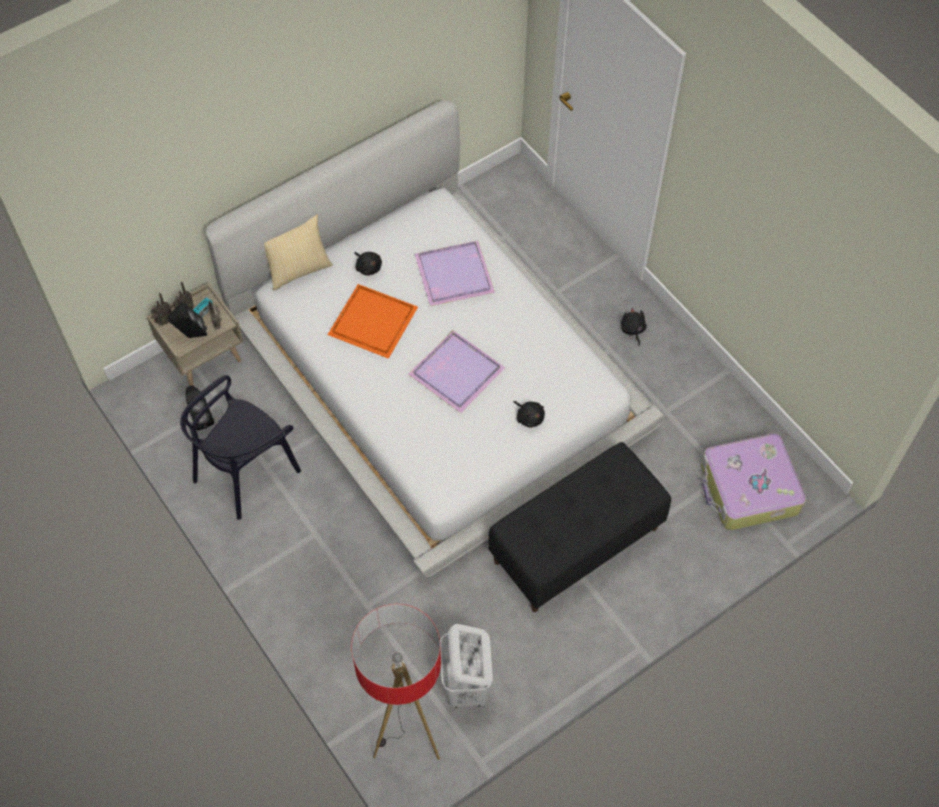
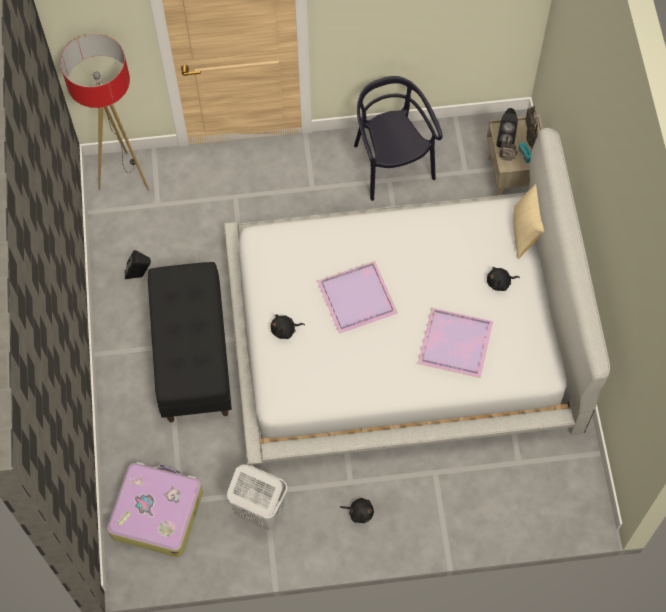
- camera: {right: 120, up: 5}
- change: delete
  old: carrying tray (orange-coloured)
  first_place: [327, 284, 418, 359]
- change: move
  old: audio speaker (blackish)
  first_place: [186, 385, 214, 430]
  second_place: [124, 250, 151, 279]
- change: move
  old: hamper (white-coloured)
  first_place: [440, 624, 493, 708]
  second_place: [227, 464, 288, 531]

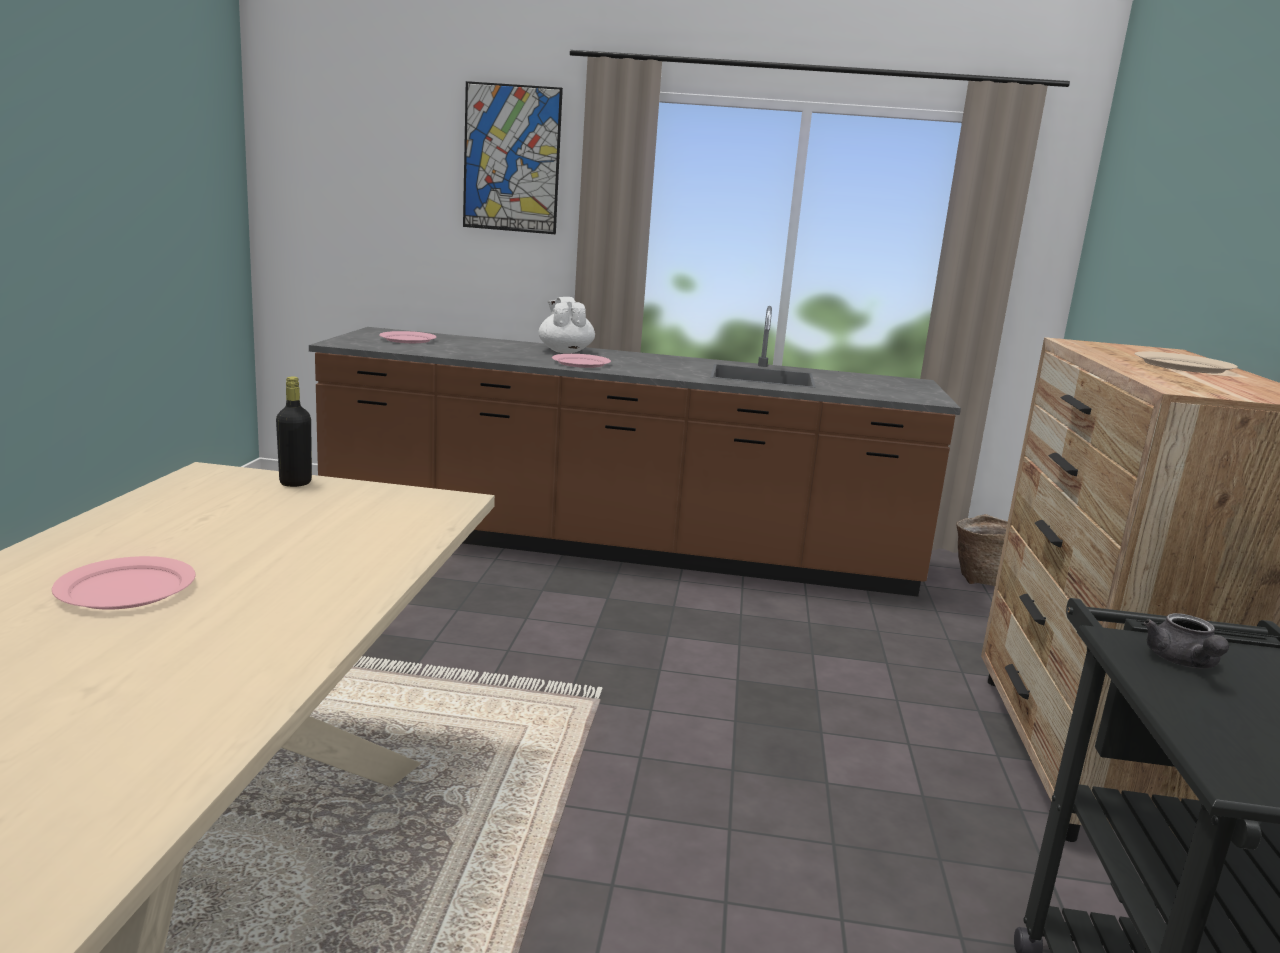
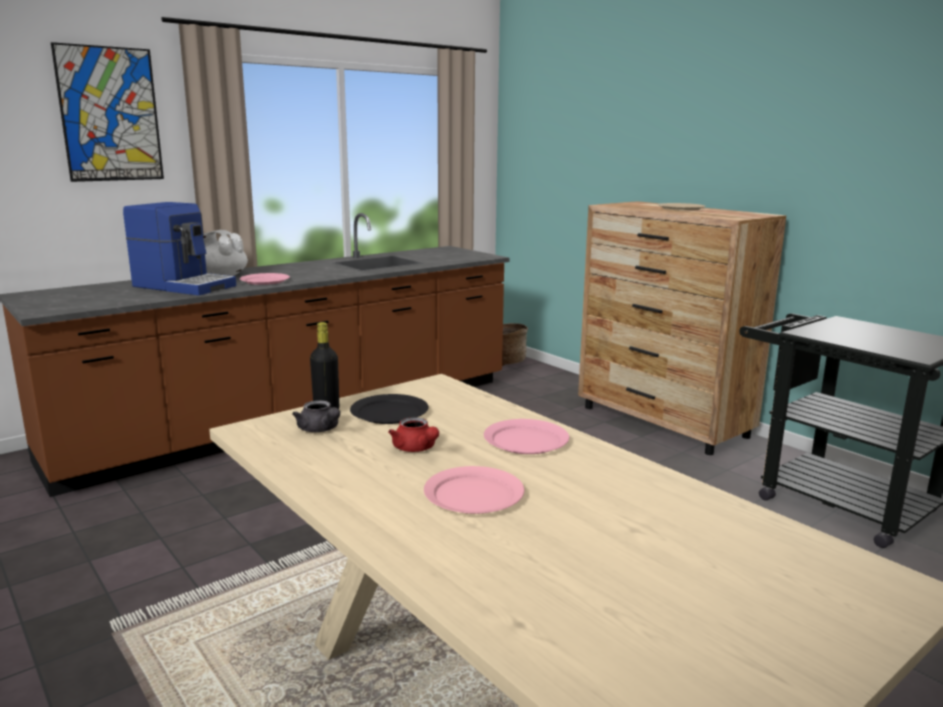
- camera: {right: -45, up: 0}
- change: move
  old: flat dish (pink)
  first_place: [379, 331, 436, 343]
  second_place: [484, 419, 569, 454]
- change: move
  old: pot for tea (gray)
  first_place: [1144, 613, 1229, 668]
  second_place: [292, 400, 340, 432]
- change: insert
  new: coffee brewer
  second_place: [123, 202, 236, 295]
- change: insert
  new: flat dish (blackish)
  second_place: [350, 394, 429, 424]
- change: insert
  new: pot for tea (red-coloured)
  second_place: [388, 417, 439, 452]

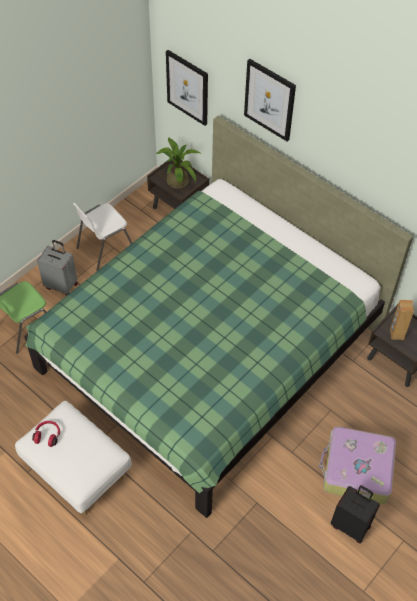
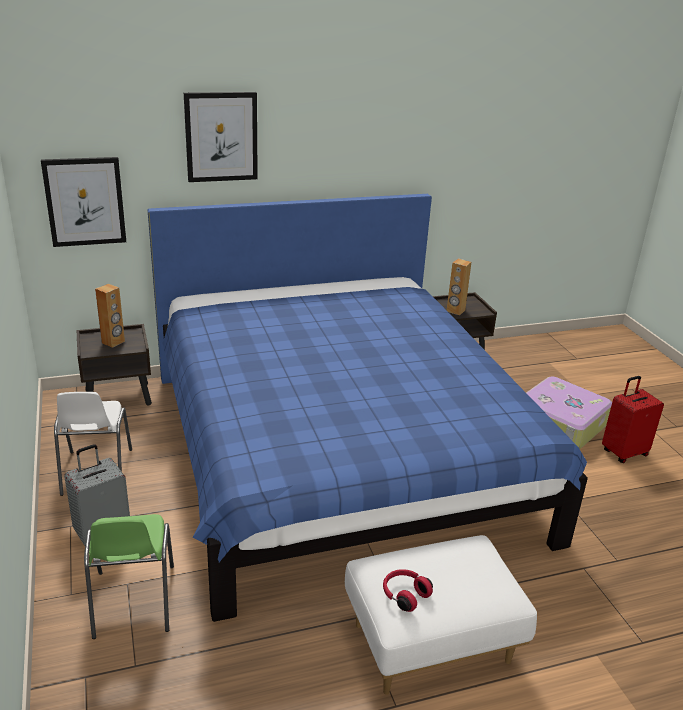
- camera: {right: -60, up: -25}
- change: recolor
  old: bed (greenish)
  new: bed (blue)
  first_place: [24, 115, 413, 518]
  second_place: [148, 194, 588, 622]
- change: replace
  old: plant in a pot
  new: audio speaker (brown)
  first_place: [156, 138, 200, 189]
  second_place: [95, 284, 125, 348]
- change: recolor
  old: suitcase (blackish)
  new: suitcase (red-coloured)
  first_place: [331, 485, 380, 544]
  second_place: [602, 376, 664, 463]

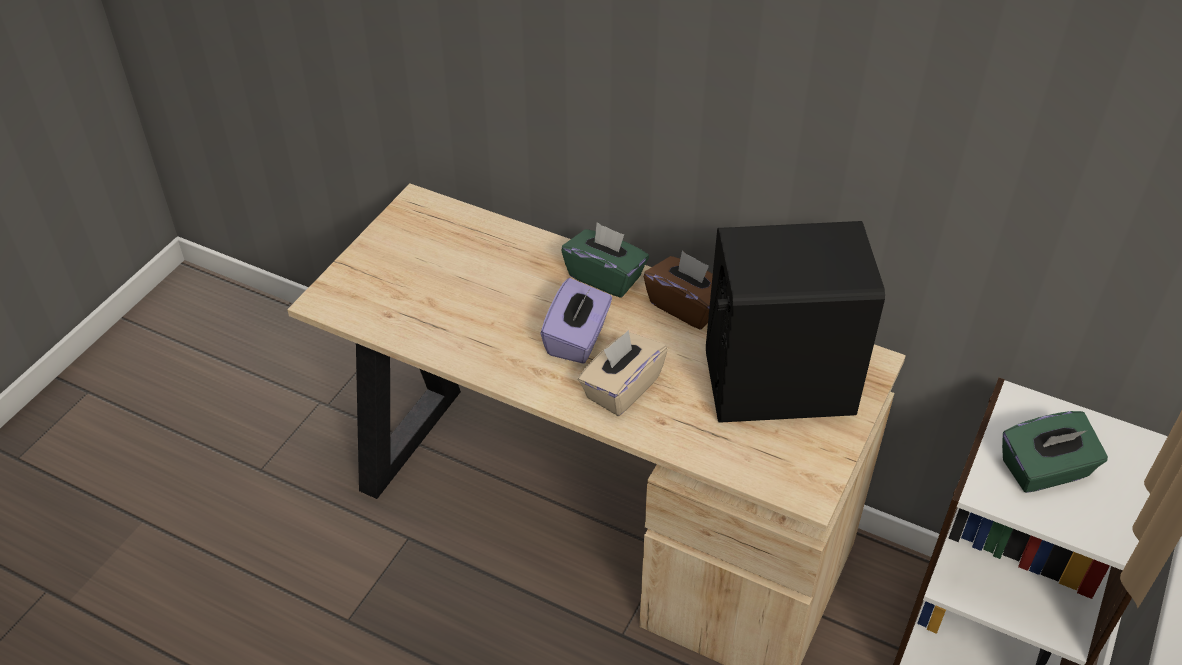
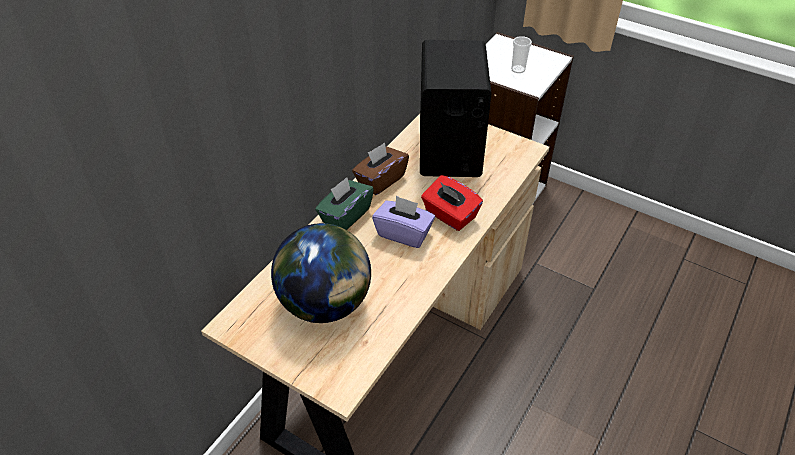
- camera: {right: -85, up: 0}
- change: recolor
  old: box of tissues (beige-coloured)
  new: box of tissues (red-coloured)
  first_place: [578, 330, 668, 416]
  second_place: [421, 175, 483, 231]
- change: replace
  old: box of tissues (greenish)
  new: drinking cup
  first_place: [1002, 411, 1108, 493]
  second_place: [511, 36, 532, 73]
- change: insert
  new: globe
  second_place: [271, 223, 371, 323]

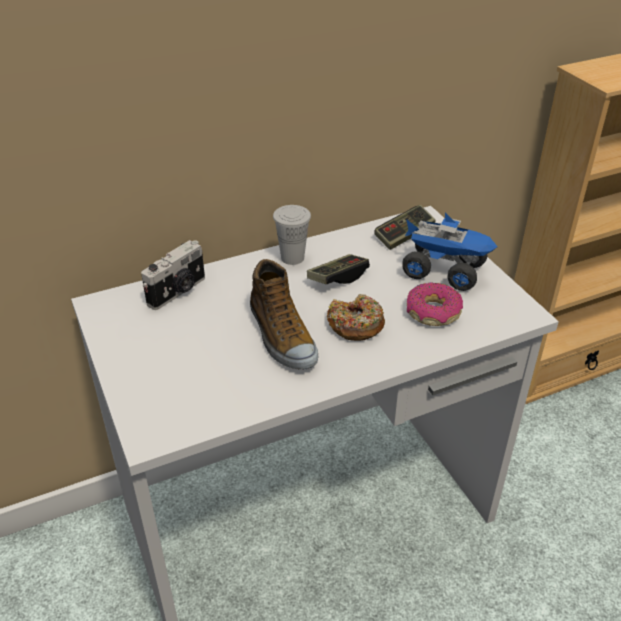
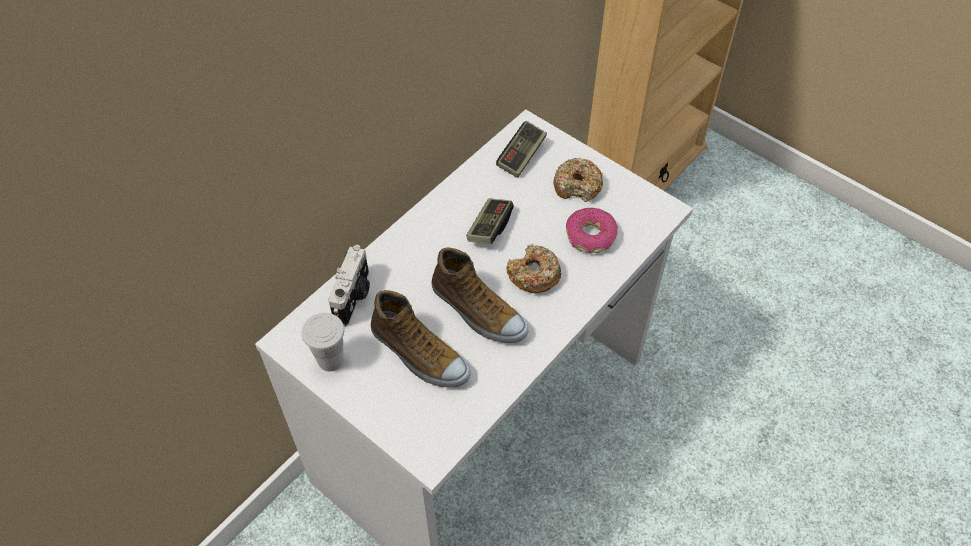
- camera: {right: -25, up: 15}
- change: move
  old: drinking cup (white-coloured)
  first_place: [273, 205, 311, 265]
  second_place: [302, 313, 344, 371]
- change: replace
  old: model truck
  new: donut
  first_place: [402, 213, 498, 291]
  second_place: [553, 158, 603, 202]
- change: insert
  new: shoe
  second_place: [371, 290, 471, 387]

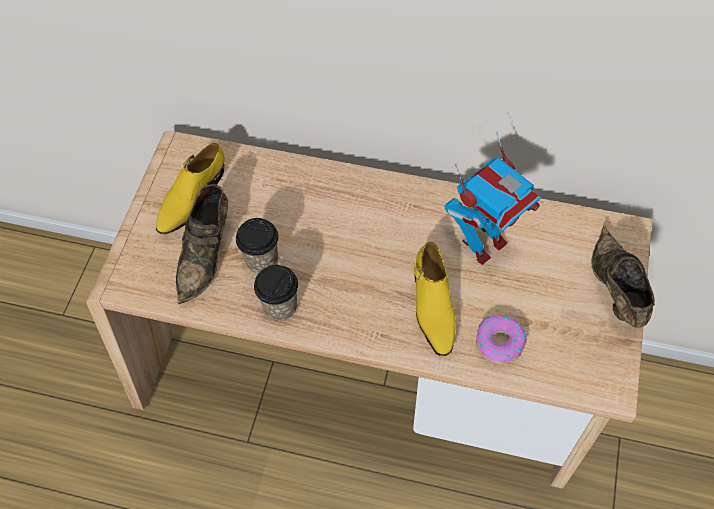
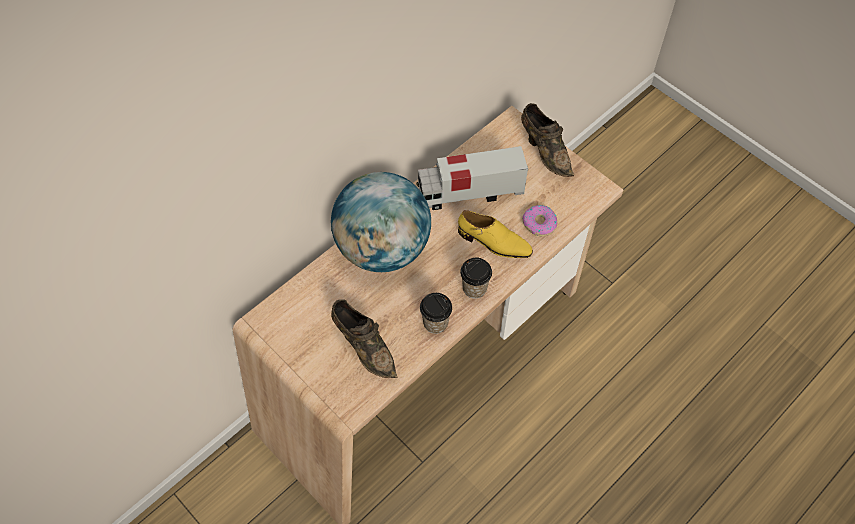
- camera: {right: -60, up: 0}
- change: replace
  old: robot figure
  new: model truck
  first_place: [445, 132, 541, 265]
  second_place: [416, 146, 528, 210]
- change: delete
  old: shoe (yellow-coloured)
  first_place: [156, 143, 225, 235]
- change: move
  old: drinking cup
  first_place: [236, 218, 278, 273]
  second_place: [460, 257, 492, 298]
- change: rotate
  old: shoe (brown)
  first_place: [592, 226, 655, 328]
  second_place: [521, 103, 574, 177]
  degrees: -150
- change: insert
  new: globe
  second_place: [331, 172, 431, 272]

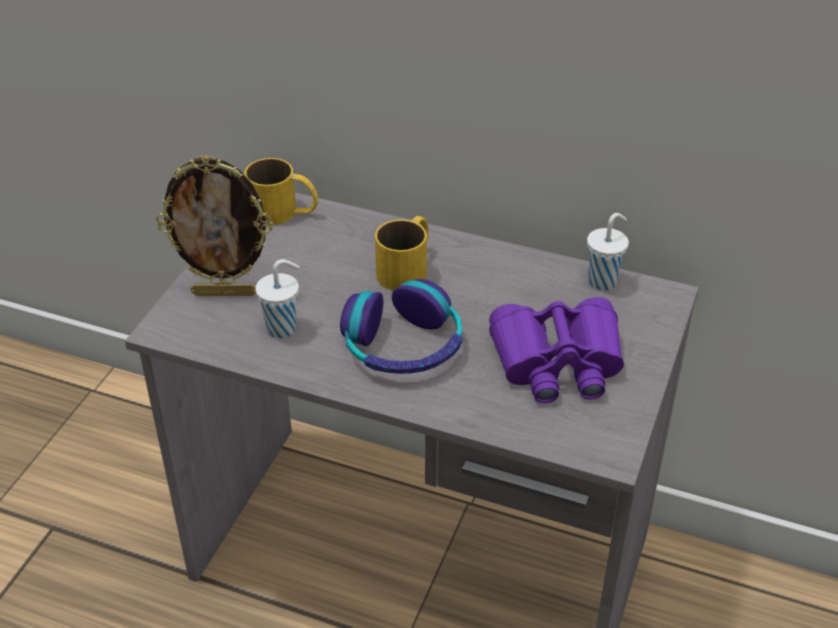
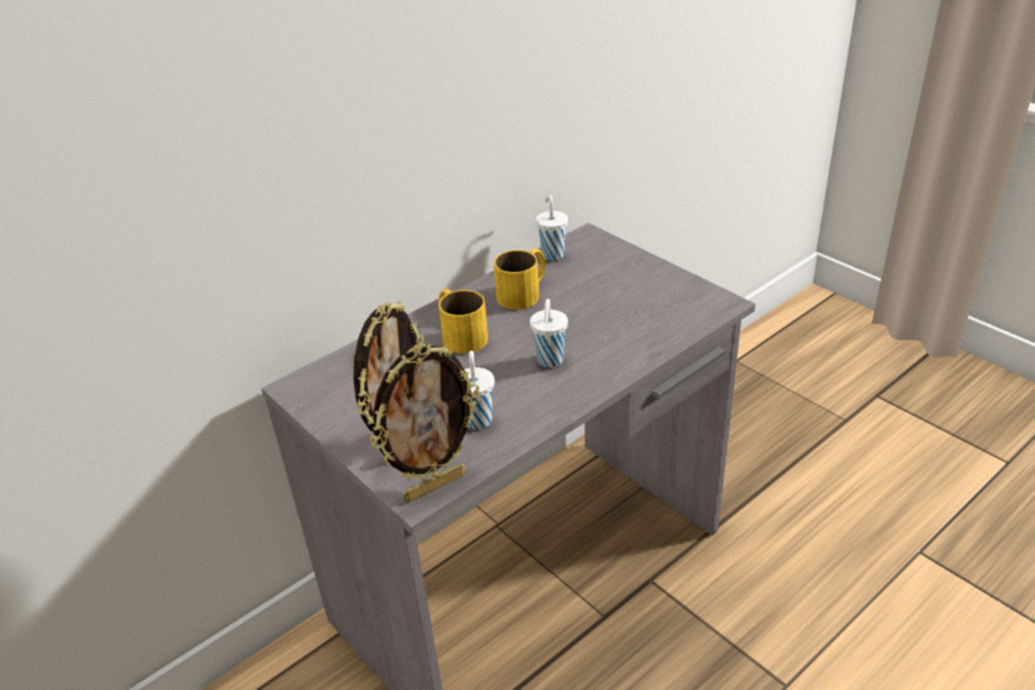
- camera: {right: -60, up: -5}
- change: move
  old: tea mug (yellow-coloured)
  first_place: [245, 158, 318, 225]
  second_place: [494, 249, 546, 310]
- change: replace
  old: pair of headphones
  new: drinking cup (white-coloured)
  first_place: [340, 279, 463, 374]
  second_place: [530, 299, 568, 368]
- change: delete
  old: pair of binoculars (purplish)
  first_place: [489, 297, 624, 403]
- change: insert
  new: photo frame
  second_place: [369, 344, 481, 502]

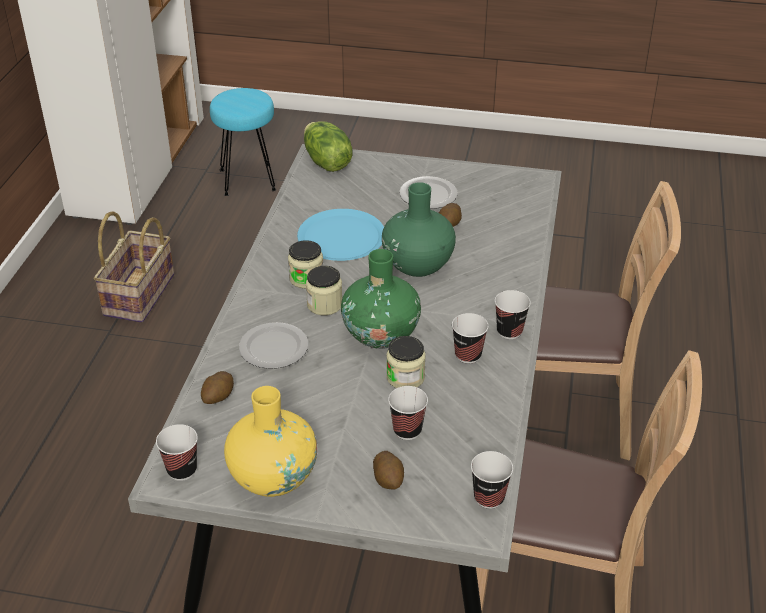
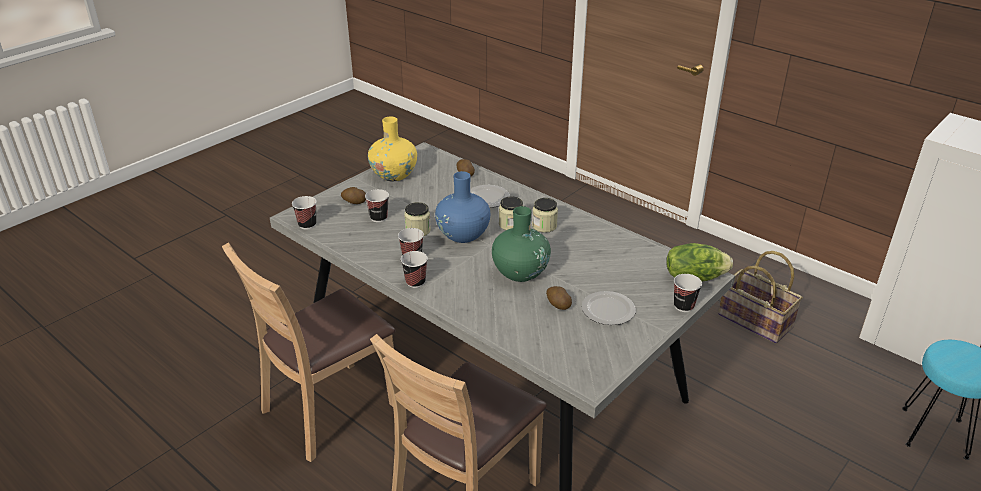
- camera: {right: 120, up: -5}
- change: delete
  old: flat dish (blue)
  first_place: [297, 209, 384, 261]
- change: recolor
  old: flower vase (greenish)
  new: flower vase (blue)
  first_place: [341, 249, 421, 349]
  second_place: [435, 171, 490, 243]
- change: move
  old: drinking cup
  first_place: [156, 424, 198, 481]
  second_place: [674, 274, 702, 312]

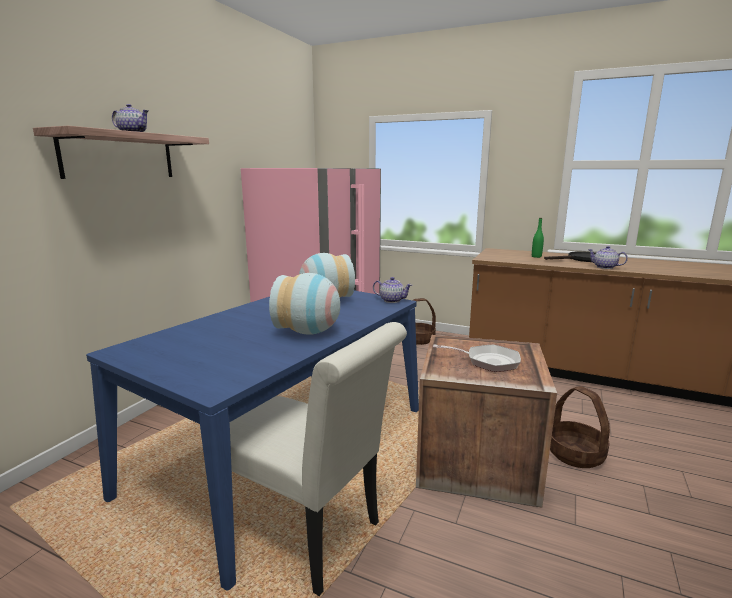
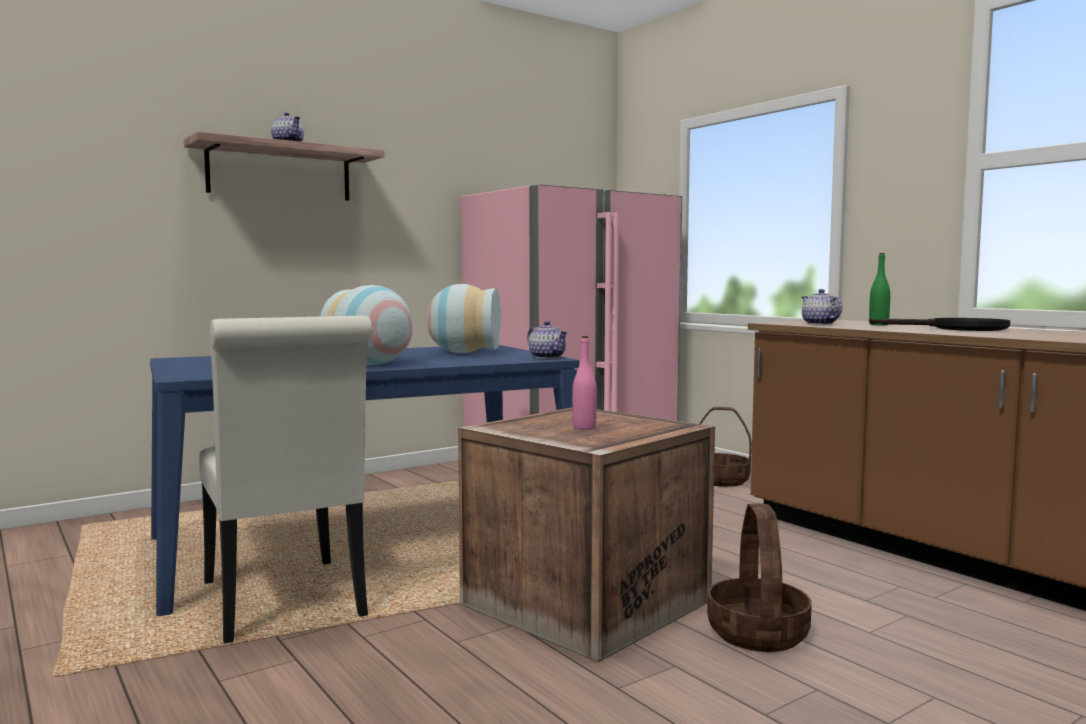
- camera: {right: 30, up: -10}
- change: move
  old: pot for tea
  first_place: [588, 246, 628, 269]
  second_place: [801, 289, 843, 325]
- change: replace
  old: skillet
  new: drink bottle (pink)
  first_place: [433, 344, 521, 372]
  second_place: [572, 336, 597, 430]

